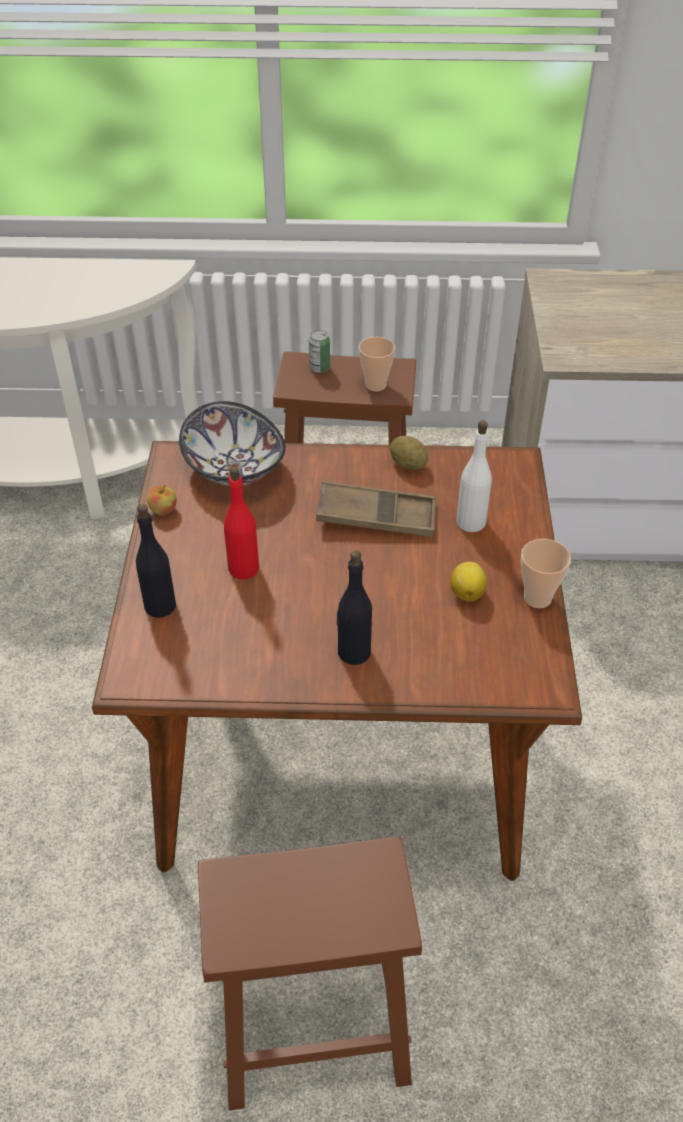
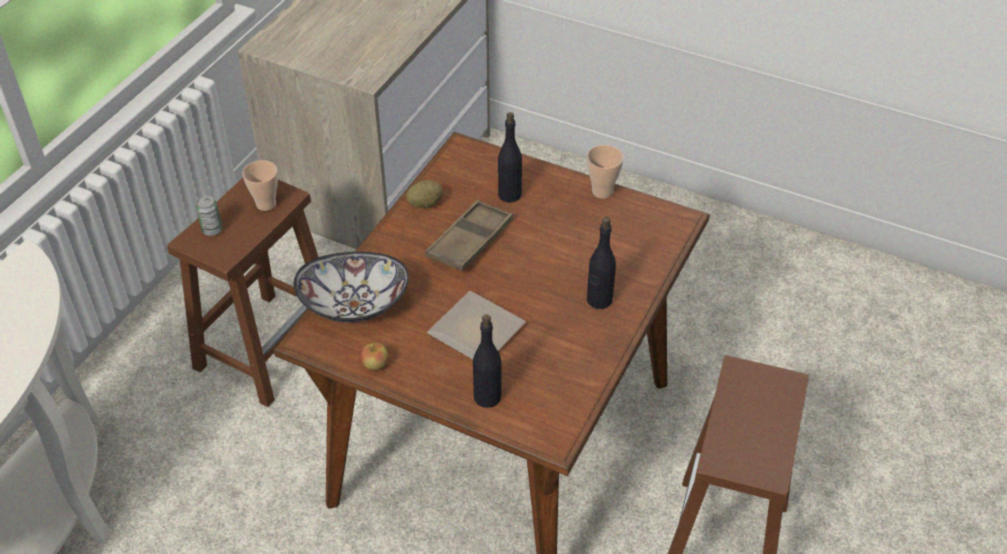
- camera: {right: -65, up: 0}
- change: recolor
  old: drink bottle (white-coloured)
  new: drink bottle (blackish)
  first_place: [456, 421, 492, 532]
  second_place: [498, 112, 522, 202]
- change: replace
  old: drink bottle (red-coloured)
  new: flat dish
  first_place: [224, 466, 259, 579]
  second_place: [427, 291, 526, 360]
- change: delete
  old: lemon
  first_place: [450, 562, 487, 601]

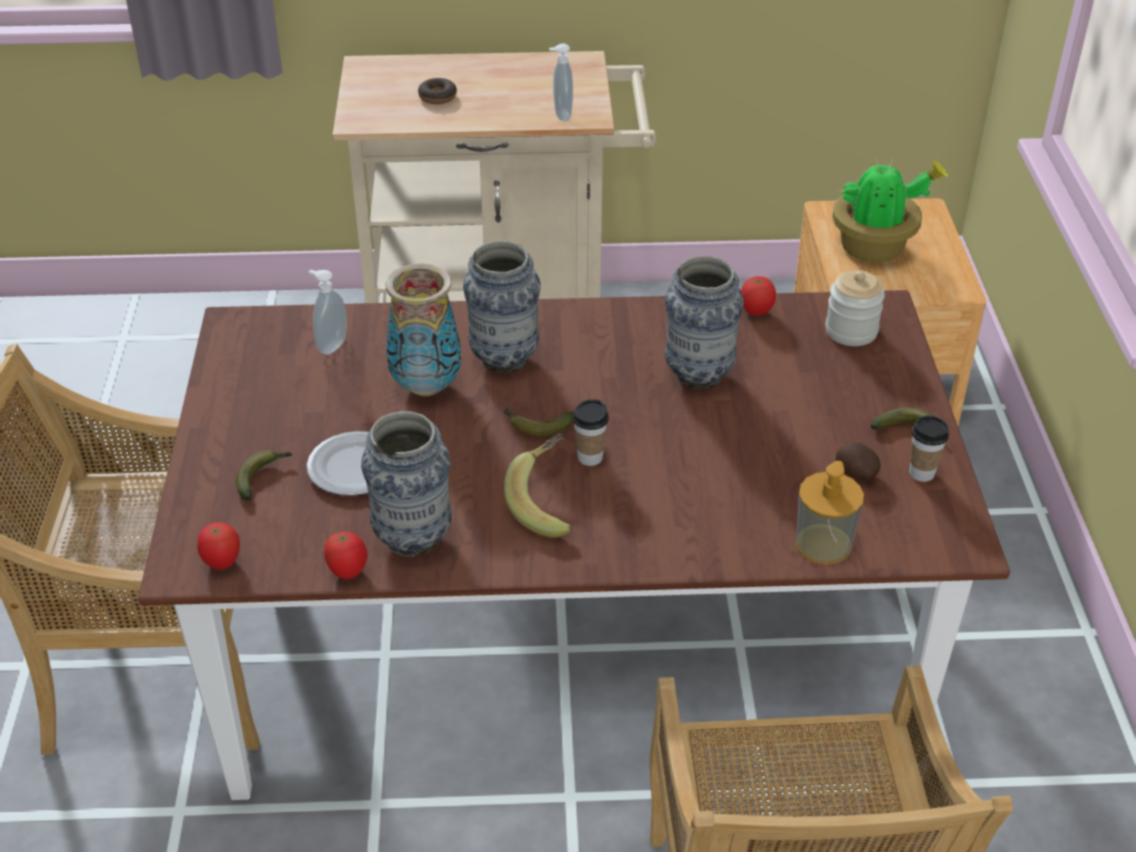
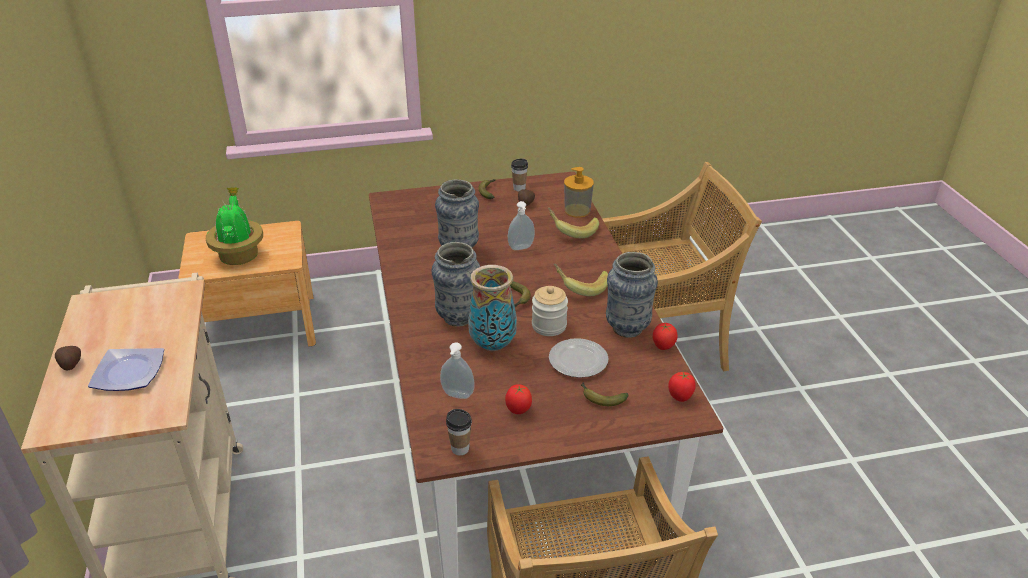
- camera: {right: -100, up: -5}
- change: move
  old: soap dispenser
  first_place: [549, 43, 573, 121]
  second_place: [508, 201, 535, 250]
- change: replace
  old: donut
  new: flat dish
  first_place: [418, 78, 457, 104]
  second_place: [88, 348, 164, 391]
- change: move
  old: preserve jar
  first_place: [825, 270, 885, 346]
  second_place: [532, 286, 568, 336]
- change: move
  old: whole tomato
  first_place: [741, 276, 776, 315]
  second_place: [505, 384, 532, 414]
- change: move
  old: drinking cup
  first_place: [573, 399, 609, 466]
  second_place: [446, 409, 472, 455]
- change: insert
  new: banana
  second_place: [548, 208, 599, 238]
- change: insert
  new: whole potato
  second_place: [55, 346, 81, 371]

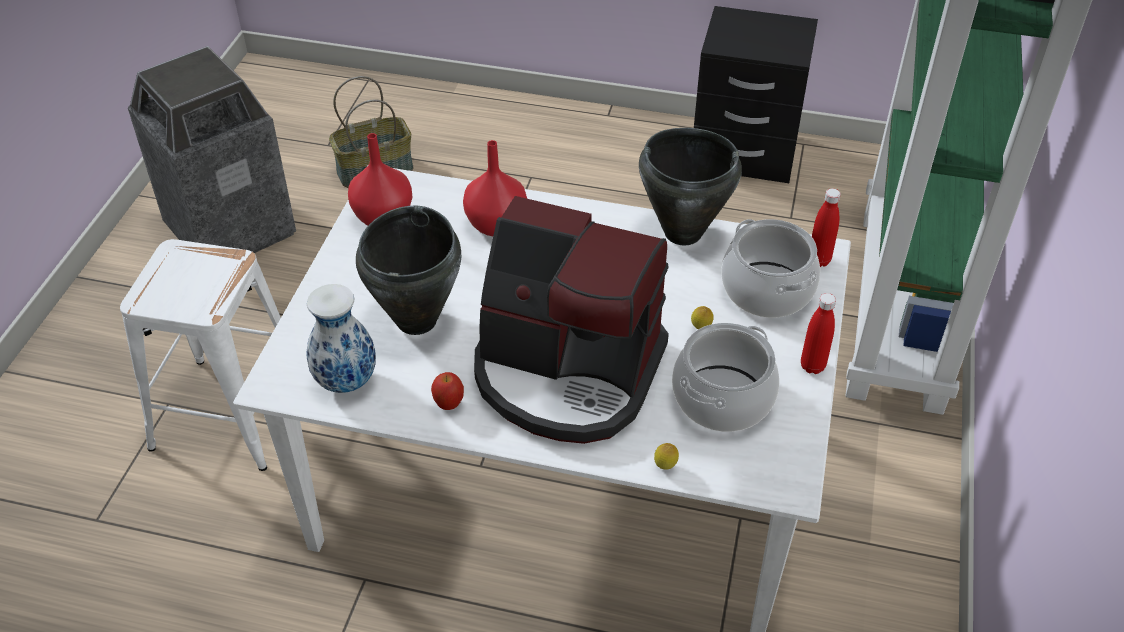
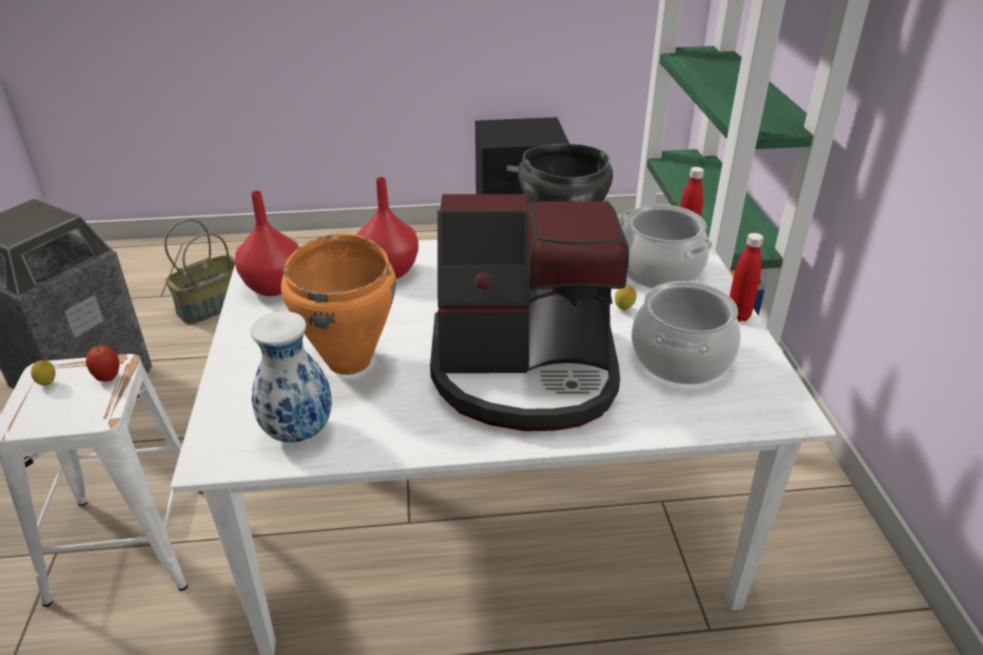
- camera: {right: -20, up: -10}
- change: recolor
  old: cooking pot (blackish)
  new: cooking pot (orange-coloured)
  first_place: [356, 205, 461, 335]
  second_place: [281, 233, 396, 375]
- change: move
  old: apple
  first_place: [431, 372, 464, 410]
  second_place: [86, 345, 120, 382]
- change: move
  old: lemon
  first_place: [654, 443, 679, 470]
  second_place: [31, 360, 56, 386]

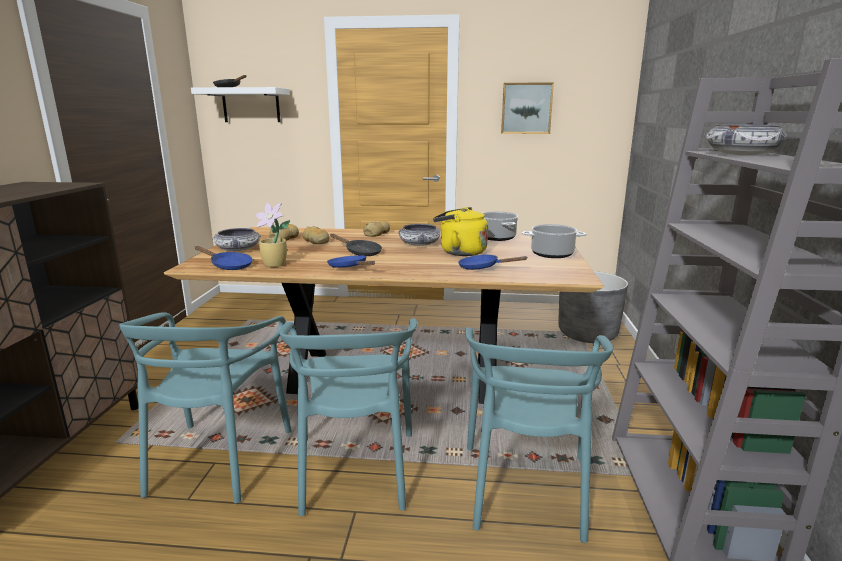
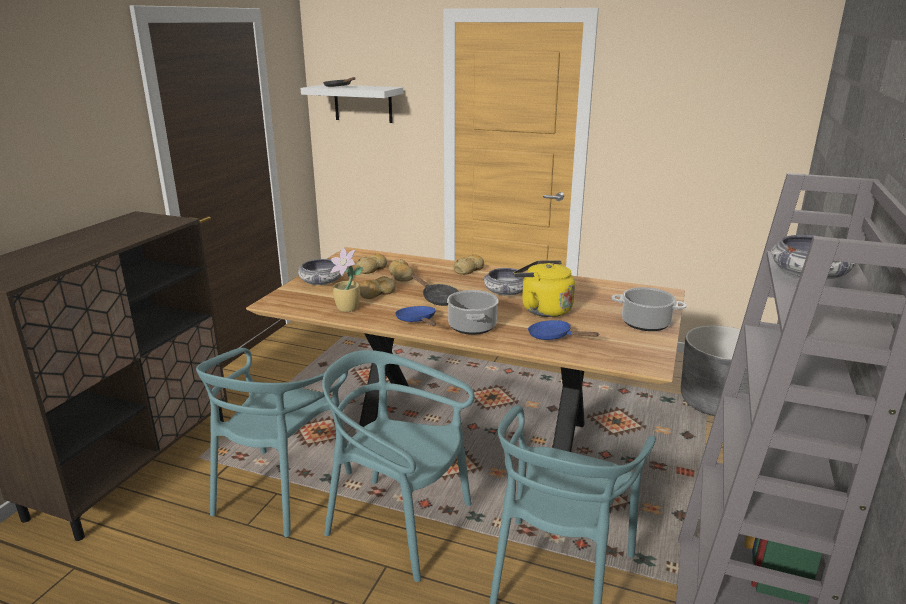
- camera: {right: 15, up: 5}
- change: delete
  old: picture
  first_place: [501, 82, 554, 134]
- change: move
  old: cooking pot
  first_place: [483, 211, 518, 241]
  second_place: [447, 290, 499, 335]
- change: delete
  old: skillet (blue)
  first_place: [195, 246, 252, 270]
- change: rotate
  old: upright chair (turquoise)
  first_place: [279, 318, 417, 516]
  second_place: [322, 350, 475, 582]
  degrees: 105
- change: insert
  new: bakery bread
  second_place: [360, 276, 396, 299]

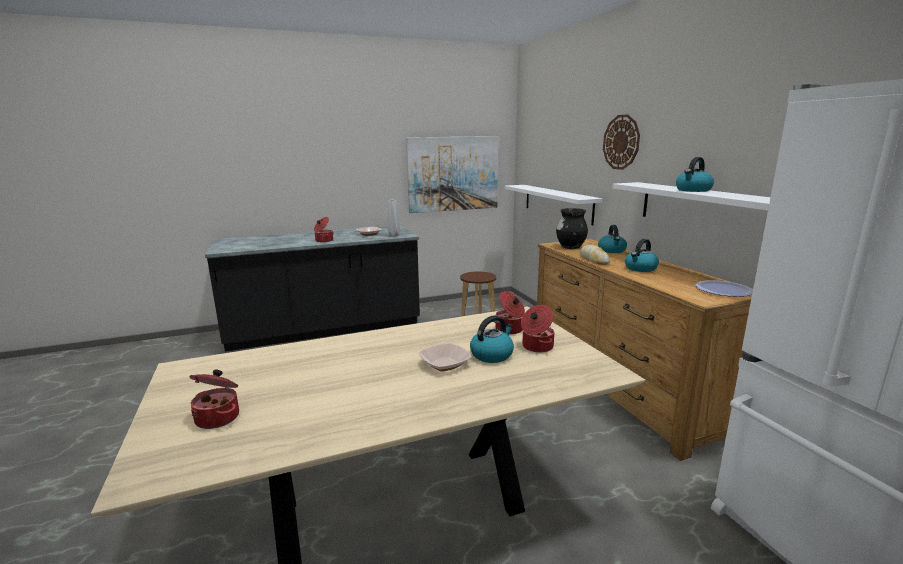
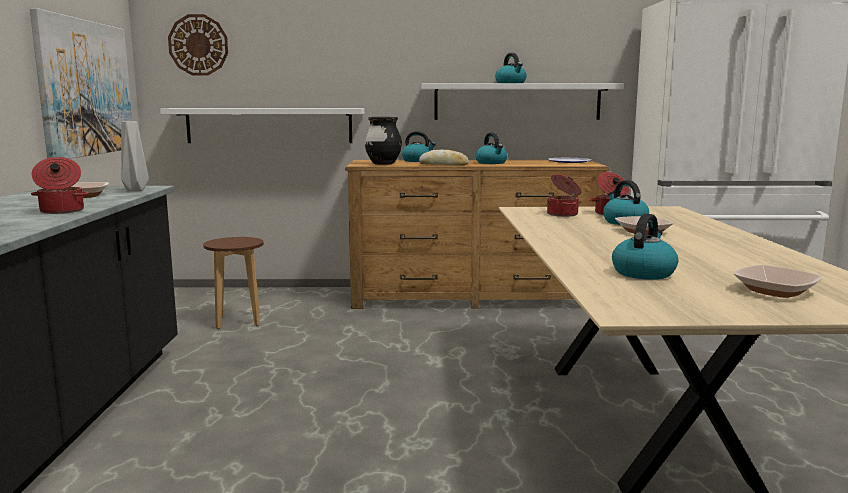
- camera: {right: -70, up: -5}
- change: move
  old: clock on the wall
  first_place: [603, 114, 640, 170]
  second_place: [168, 14, 228, 76]
- change: replace
  old: cooking pot
  new: bowl
  first_place: [190, 369, 239, 429]
  second_place: [734, 265, 822, 298]
- change: insert
  new: kettle
  second_place: [612, 214, 678, 280]

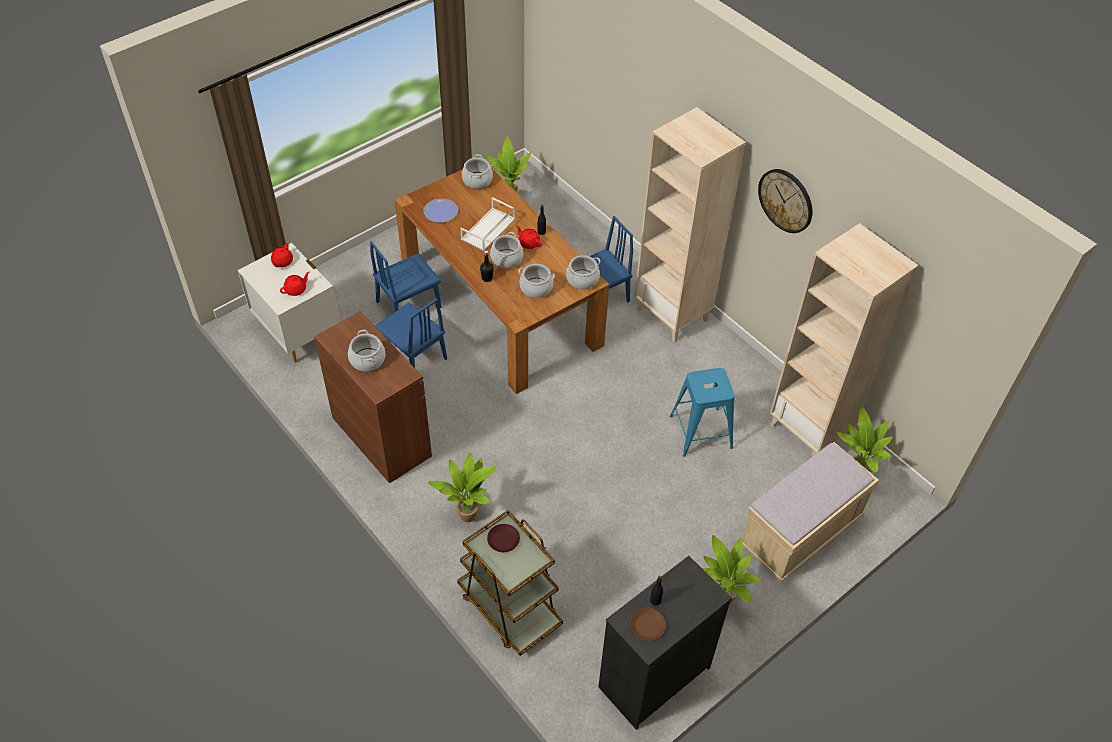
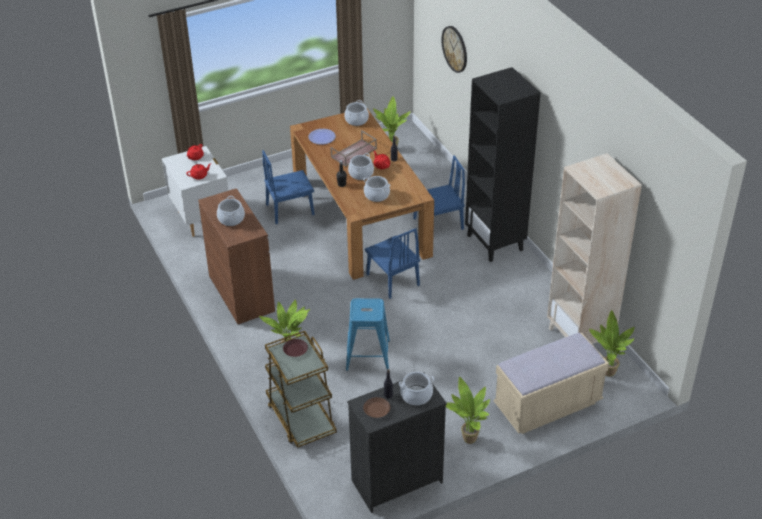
- camera: {right: 15, up: -10}
- change: recolor
  old: bookcase (beige-coloured)
  new: bookcase (blackish)
  first_place: [635, 107, 746, 343]
  second_place: [465, 67, 541, 262]
- change: move
  old: clock on the wall
  first_place: [758, 169, 812, 233]
  second_place: [441, 26, 467, 73]
- change: recolor
  old: carrying tray (white-coloured)
  new: carrying tray (brown)
  first_place: [460, 197, 515, 251]
  second_place: [331, 130, 377, 167]
- change: move
  old: cooking pot
  first_place: [566, 255, 601, 289]
  second_place: [399, 372, 435, 405]
- change: move
  old: upright chair (blue)
  first_place: [375, 299, 447, 368]
  second_place: [365, 228, 420, 299]
- change: move
  old: stool seat (blue)
  first_place: [670, 368, 735, 457]
  second_place: [346, 298, 390, 371]

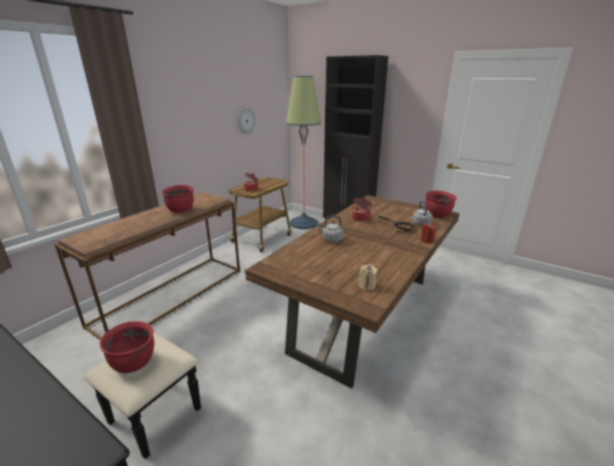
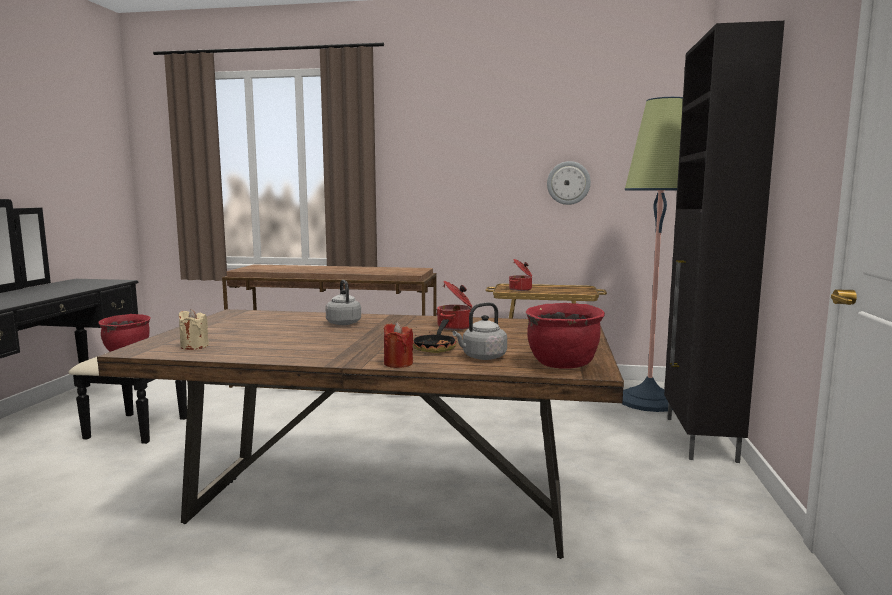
- camera: {right: 65, up: -15}
- change: delete
  old: cooking pot (red-coloured)
  first_place: [162, 185, 194, 213]

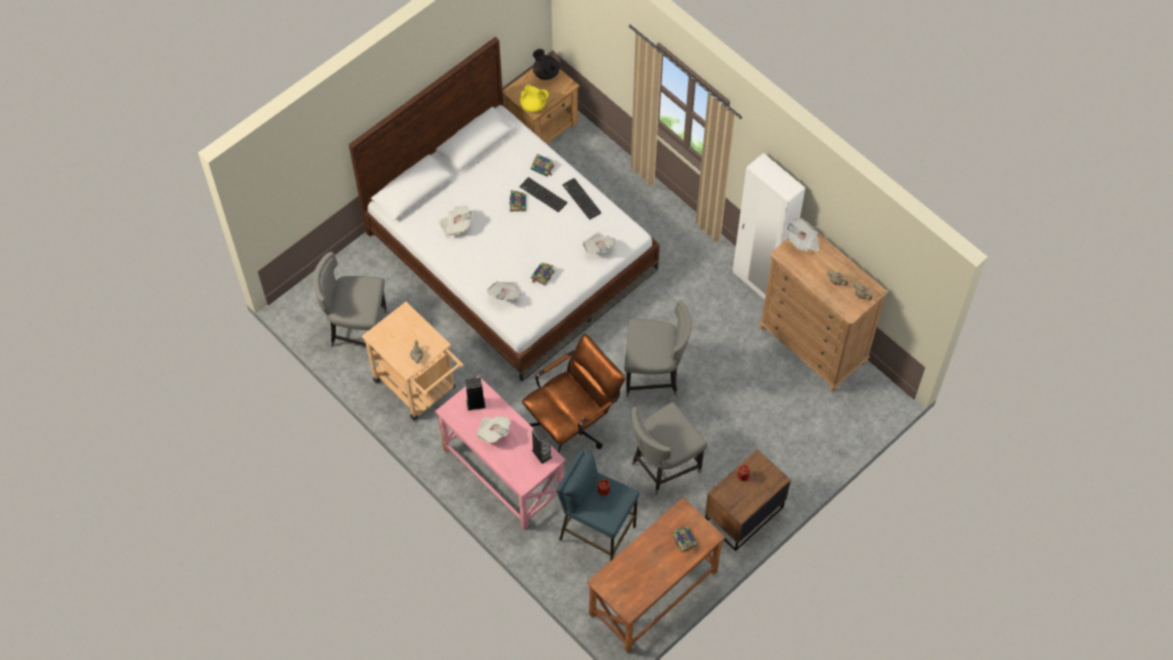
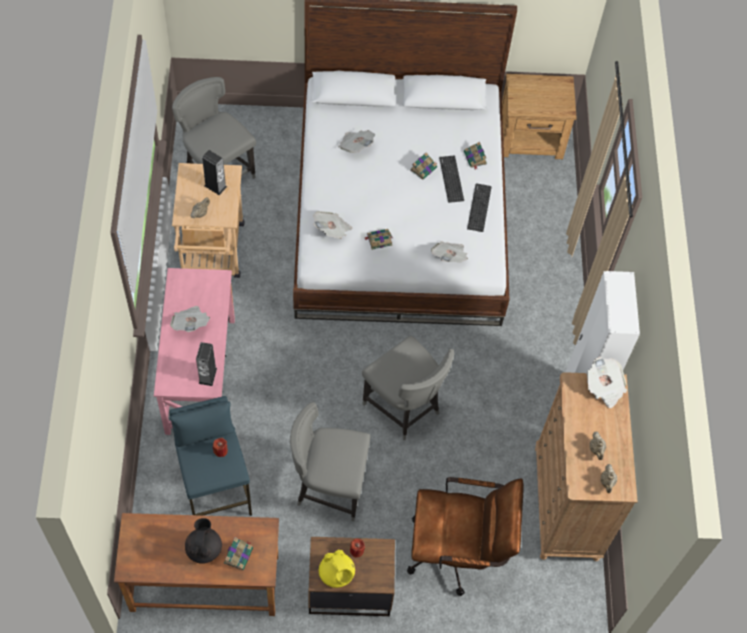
- camera: {right: 40, up: 0}
- change: move
  old: pot for tea (blackish)
  first_place: [533, 49, 560, 80]
  second_place: [185, 518, 222, 564]
- change: move
  old: pot for tea (yellow-coloured)
  first_place: [520, 85, 549, 112]
  second_place: [319, 549, 355, 588]
- change: move
  old: office chair (brown)
  first_place: [522, 334, 625, 452]
  second_place: [407, 477, 524, 596]
- change: move
  old: audio speaker
  first_place: [465, 377, 486, 411]
  second_place: [202, 150, 227, 195]

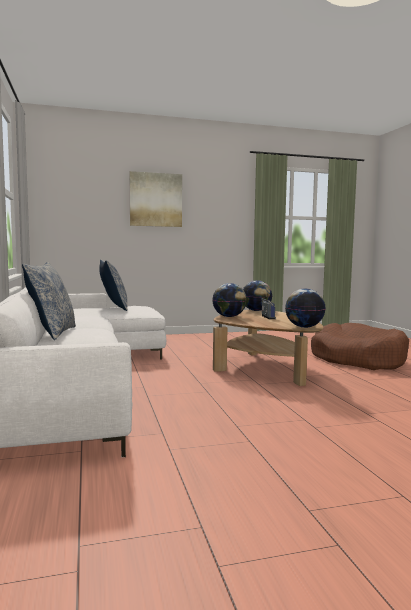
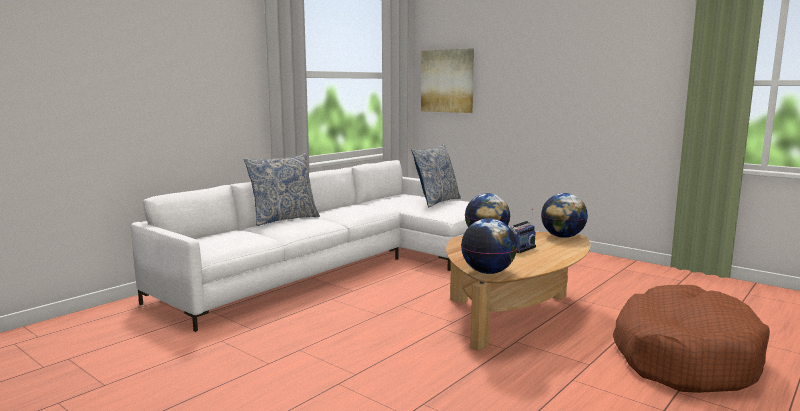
- camera: {right: 55, up: 5}
- change: move
  old: picture
  first_place: [130, 171, 182, 227]
  second_place: [421, 48, 474, 113]

